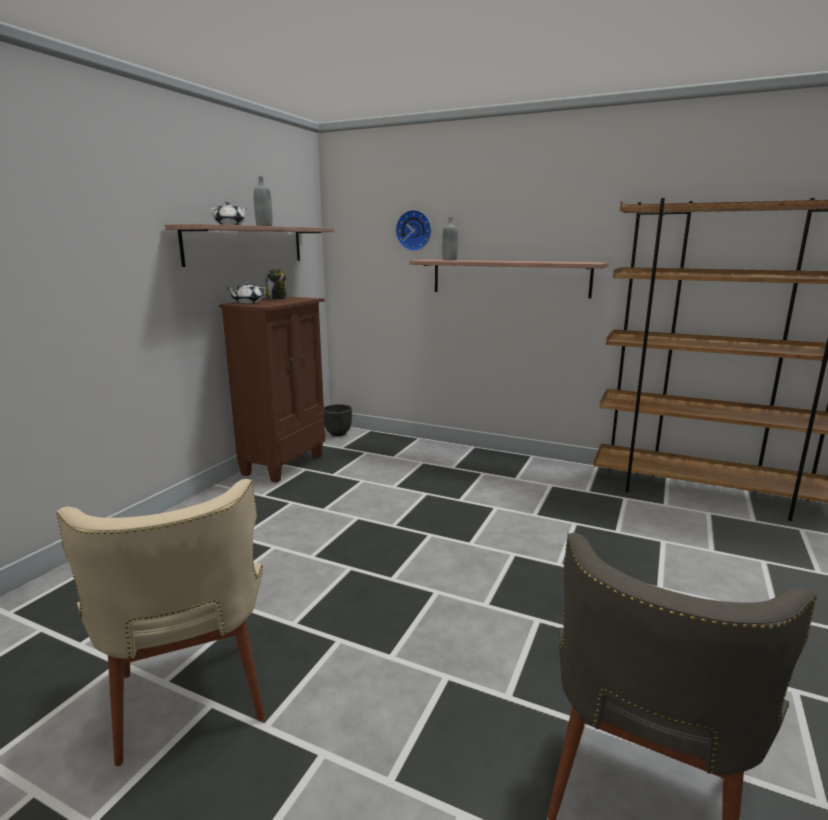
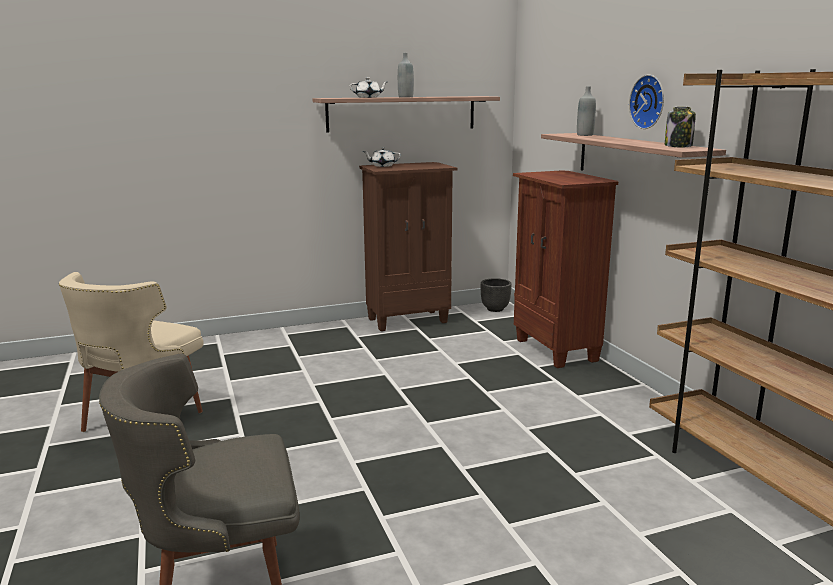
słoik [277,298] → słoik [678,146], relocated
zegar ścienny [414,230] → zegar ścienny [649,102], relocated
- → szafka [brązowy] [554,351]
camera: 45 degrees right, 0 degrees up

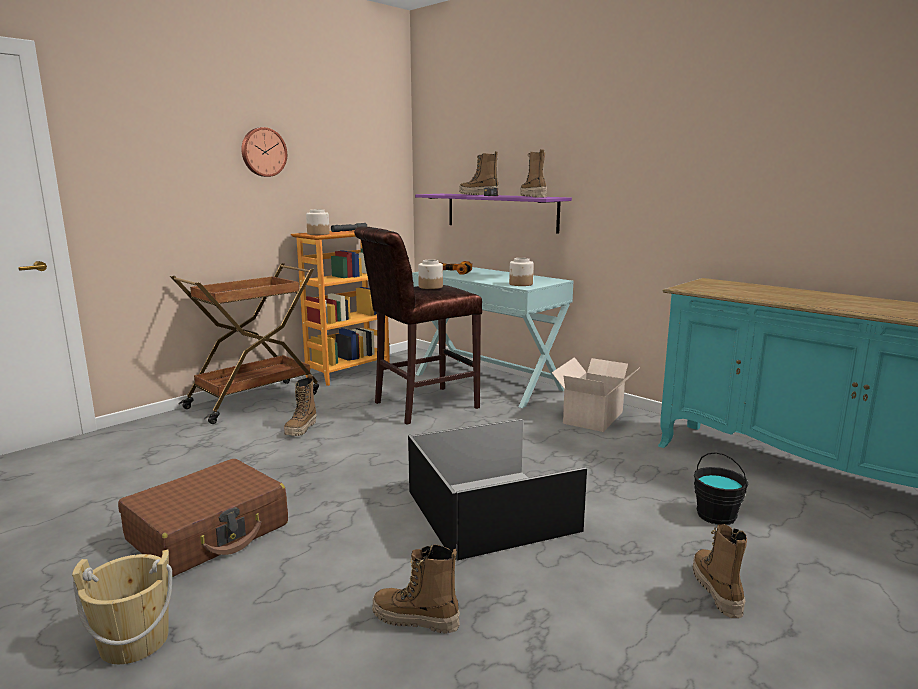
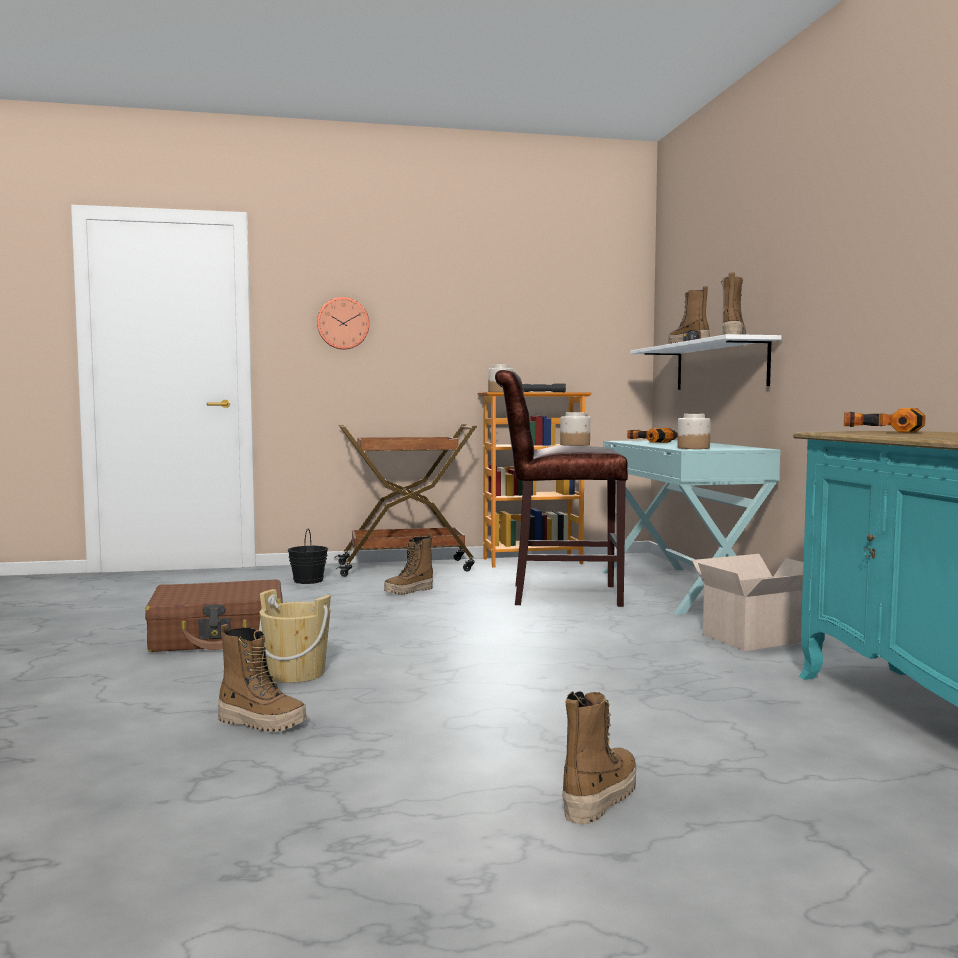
wiadro [beżowy] [134,641] → wiadro [beżowy] [296,673], relocated
zegar ścienny [263,152] → zegar ścienny [343,323], relocated
but z cholewką [415,620] → but z cholewką [262,723], 150 degrees clockwise
pojemnik do przechowywania [czarny] [492,512] → -
półka [fioletowy] [500,212] → półka [biały] [720,366]
wiadro [czarny] [716,515] → wiadro [czarny] [308,581], relocated
- → wiertarka [883,431]
camera: 35 degrees right, 10 degrees down

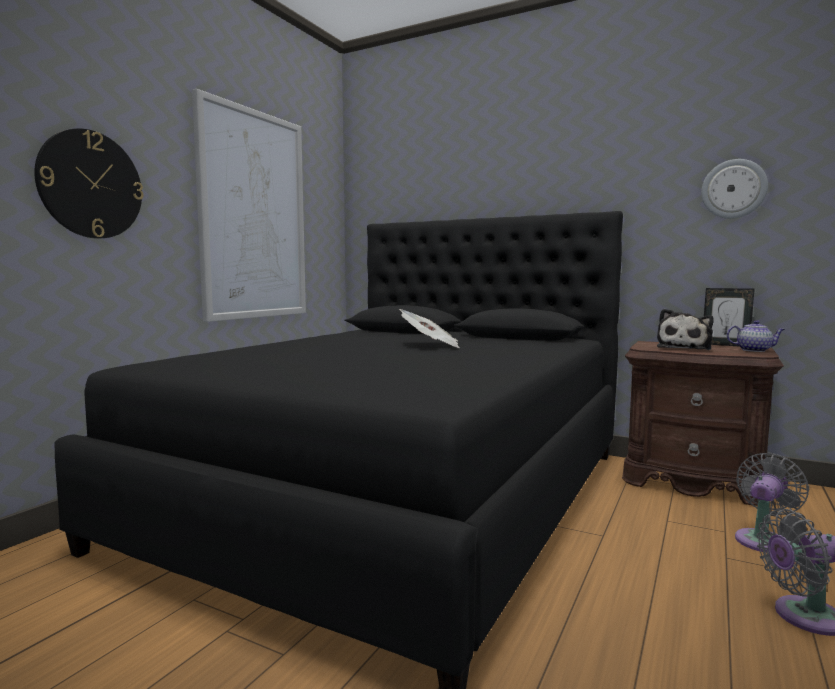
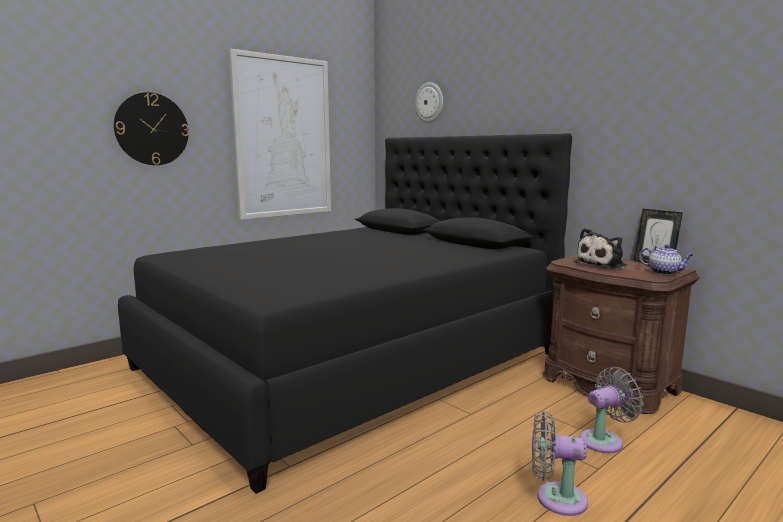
gazeta [431,346] → -
zegar ścienny [733,189] → zegar ścienny [429,102], relocated
camera: 20 degrees right, 5 degrees up

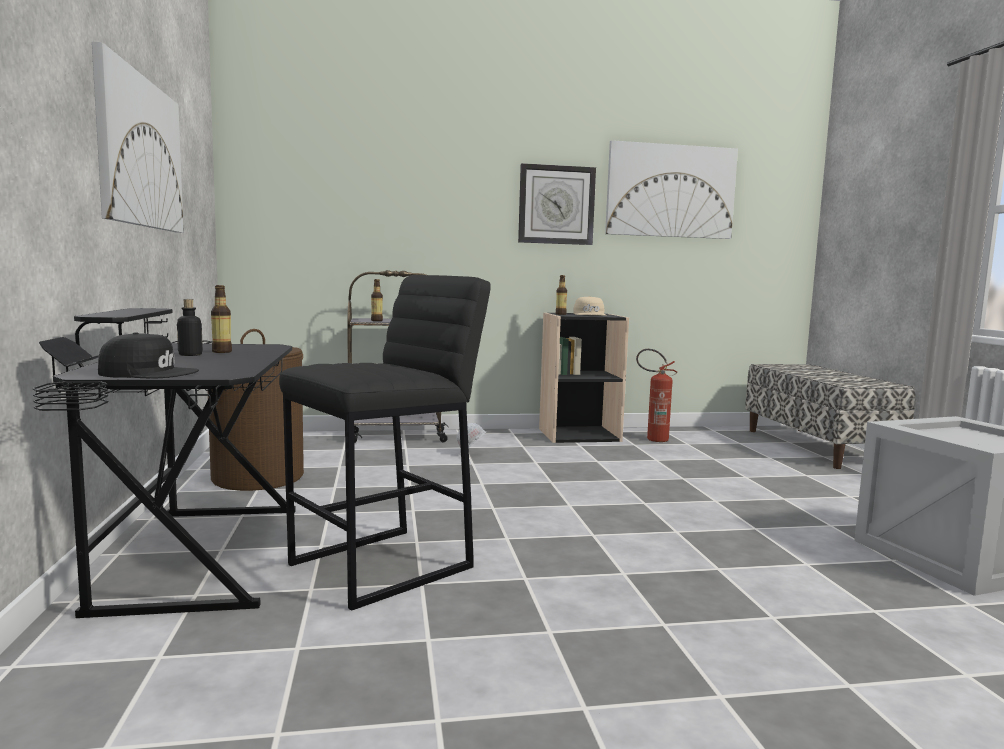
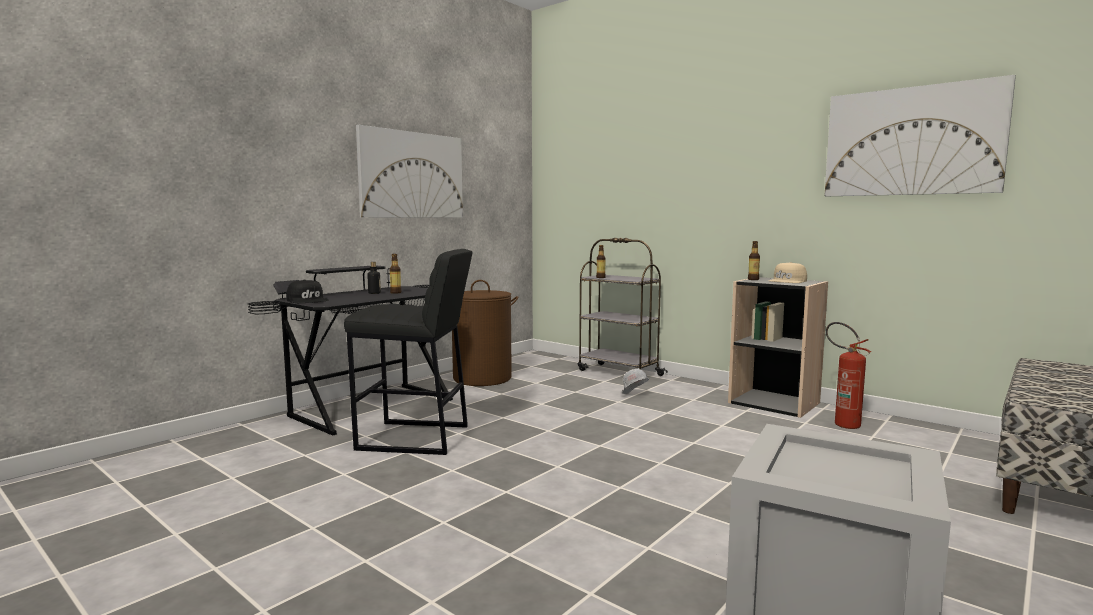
zegar ścienny [556,205] → -
camera: 50 degrees right, 0 degrees up

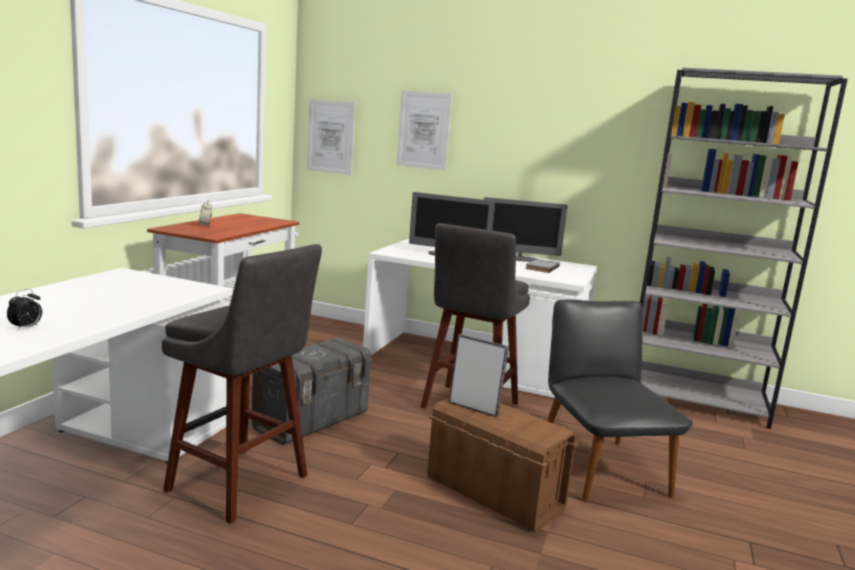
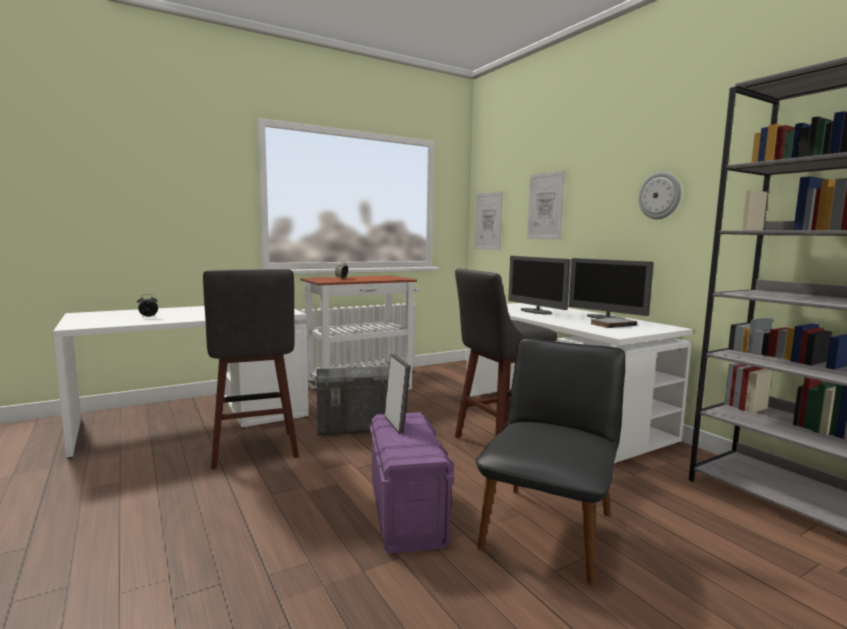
pojemnik do przechowywania [brązowy] [494,493] → pojemnik do przechowywania [fioletowy] [406,512]
- → zegar ścienny [660,195]
camera: 40 degrees right, 5 degrees down

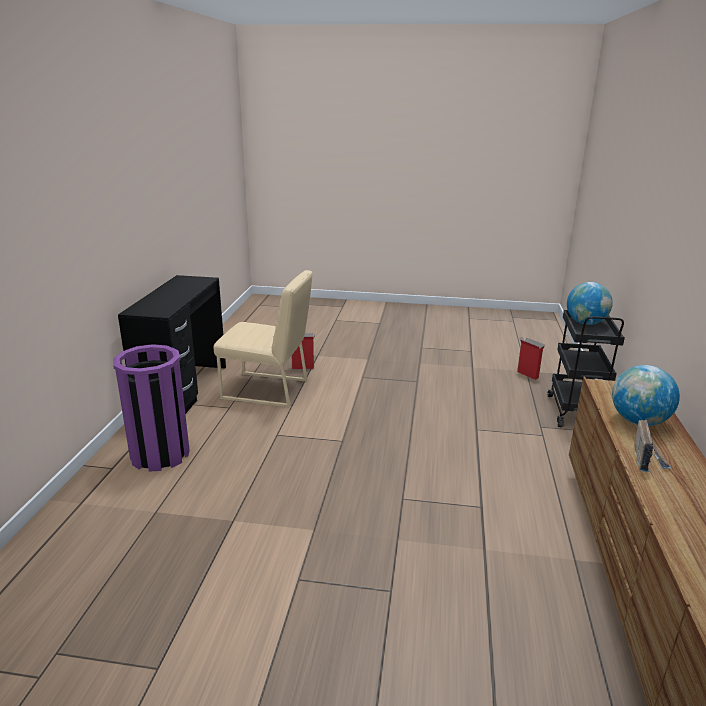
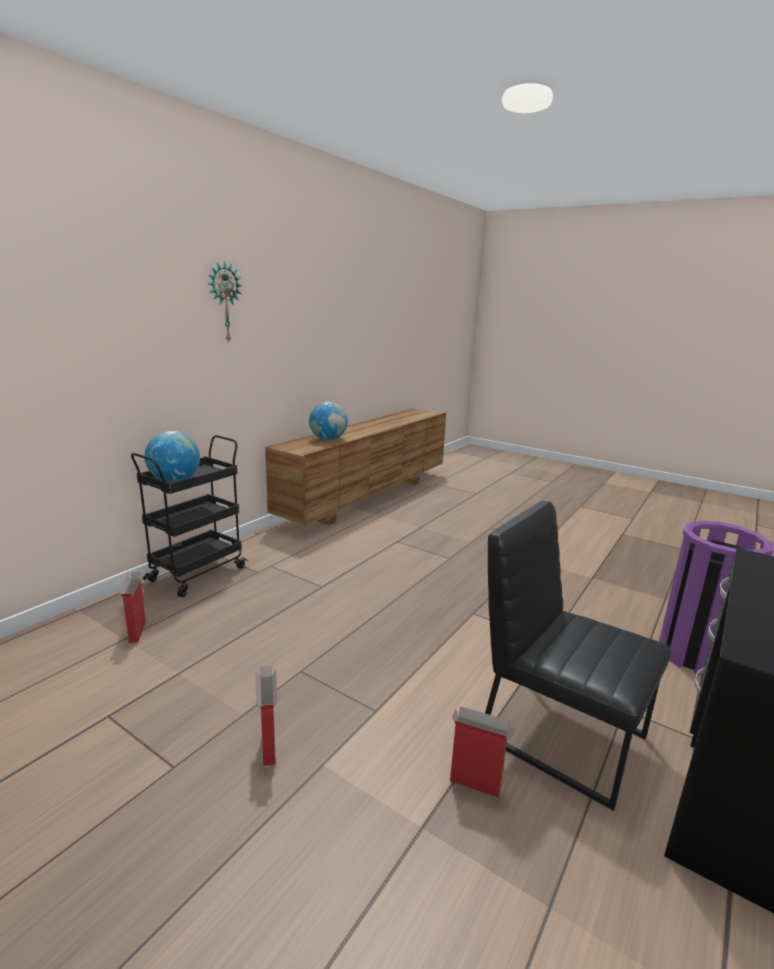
krzesło [beżowy] [267,390] → krzesło [czarny] [558,732]
radio [648,459] → -
- → zegar ścienny [224,302]
- → karton [268,746]
camera: 155 degrees left, 5 degrees down

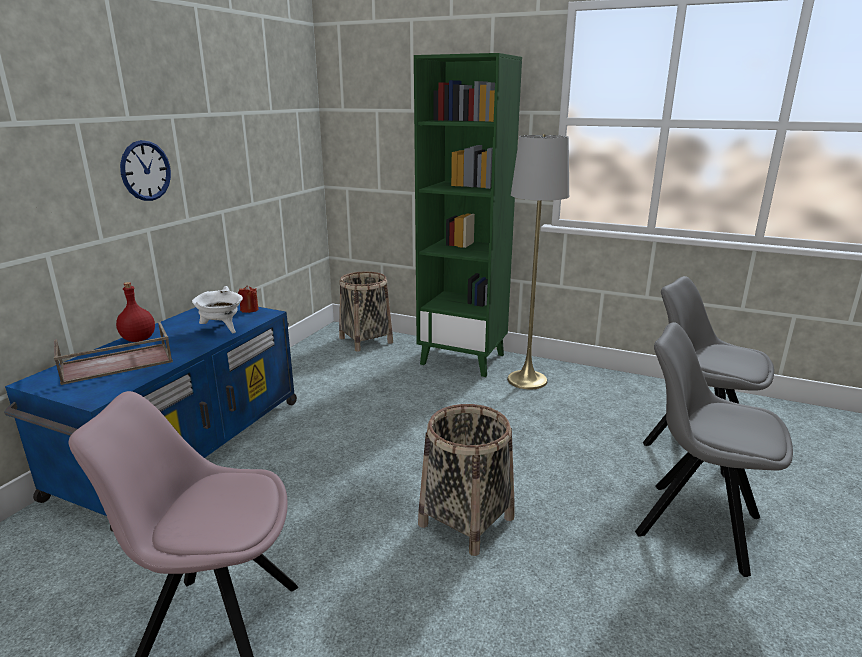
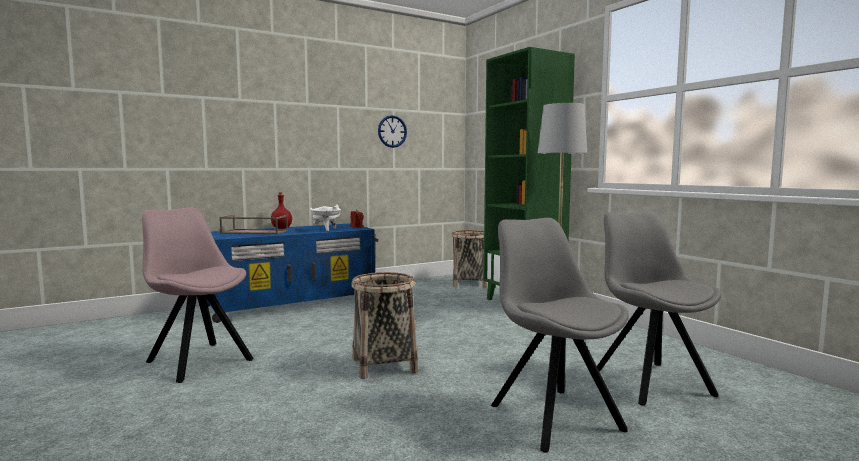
zegar ścienny [145,170] → zegar ścienny [392,131], relocated
camera: 35 degrees right, 15 degrees down

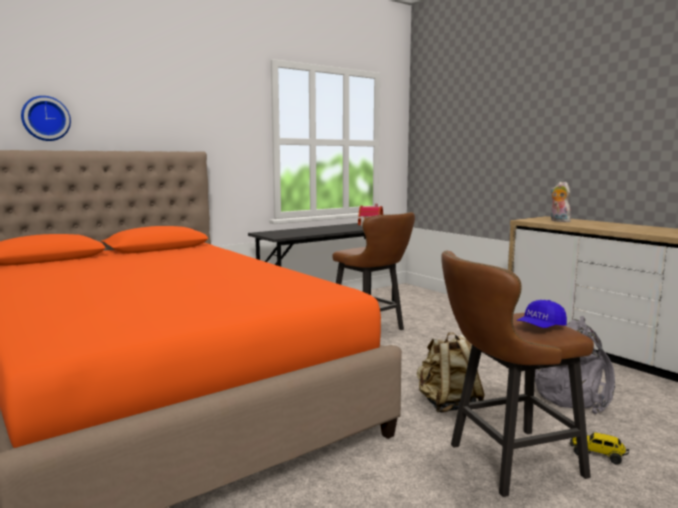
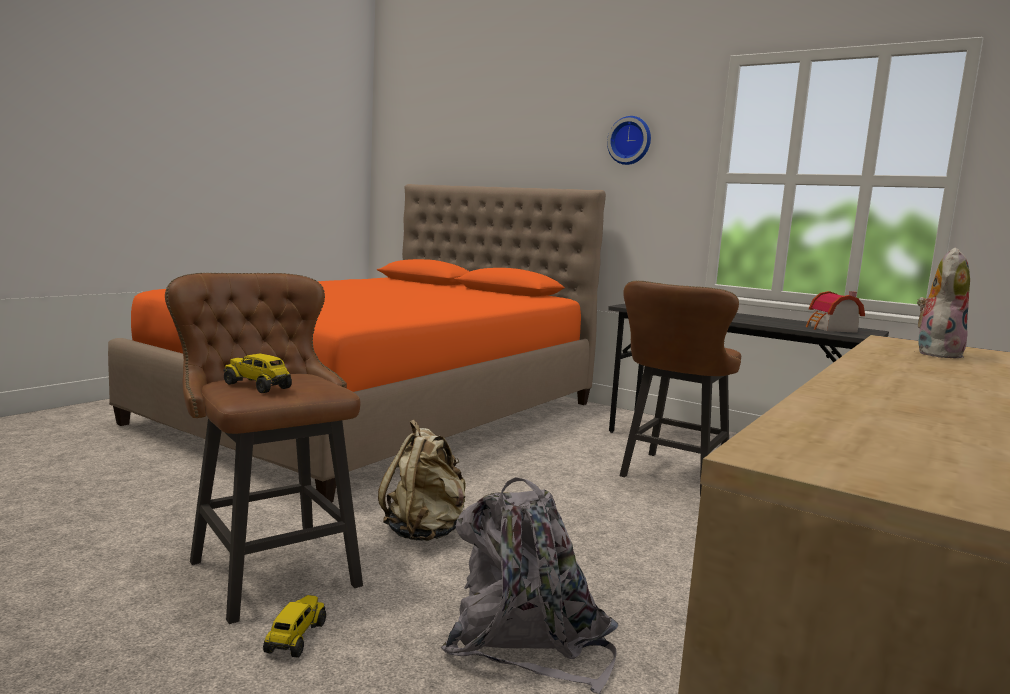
zegar ścienny [45,118] → zegar ścienny [630,141], relocated
czapka z daszkiem [niebieski] [540,327] → ciężarówka zabawkowa [258,386]
camera: 70 degrees right, 0 degrees up

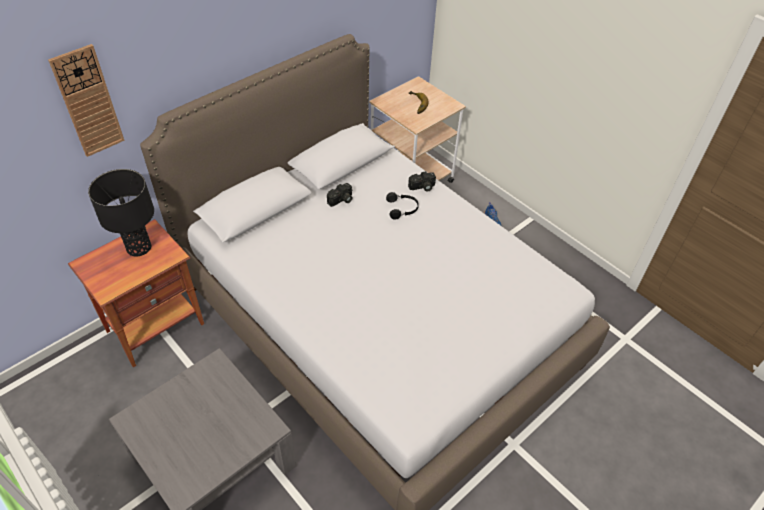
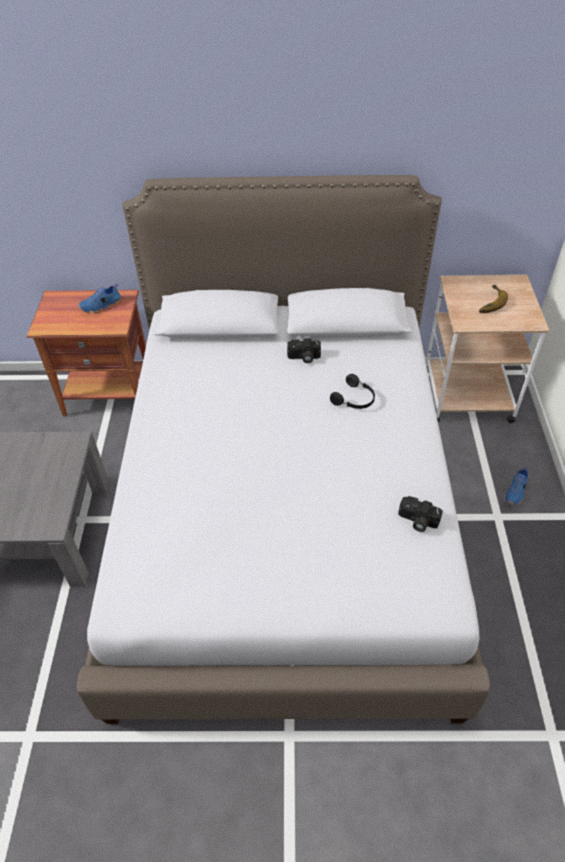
zegar ścienny [88,102] → -
lampa stołowa [czarny] [139,247] → but [niebieski] [101,306]
aparat fotograficzny [422,187] → aparat fotograficzny [417,521], relocated
camera: 45 degrees right, 0 degrees up

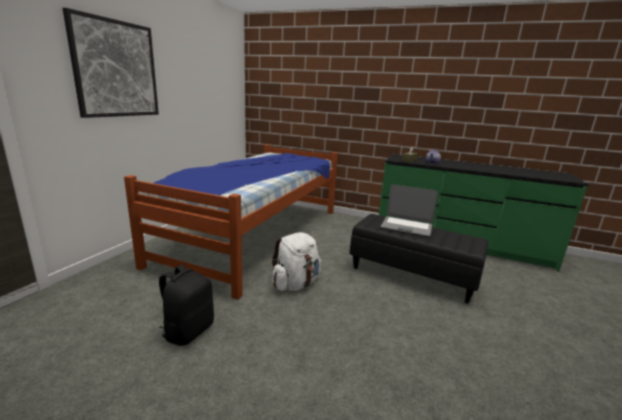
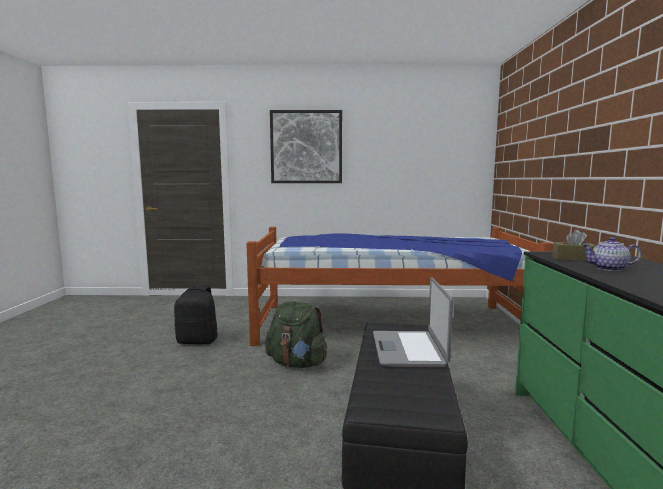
plecak [biały] [296,284] → plecak [zielony] [297,363]
camera: 70 degrees right, 10 degrees down

